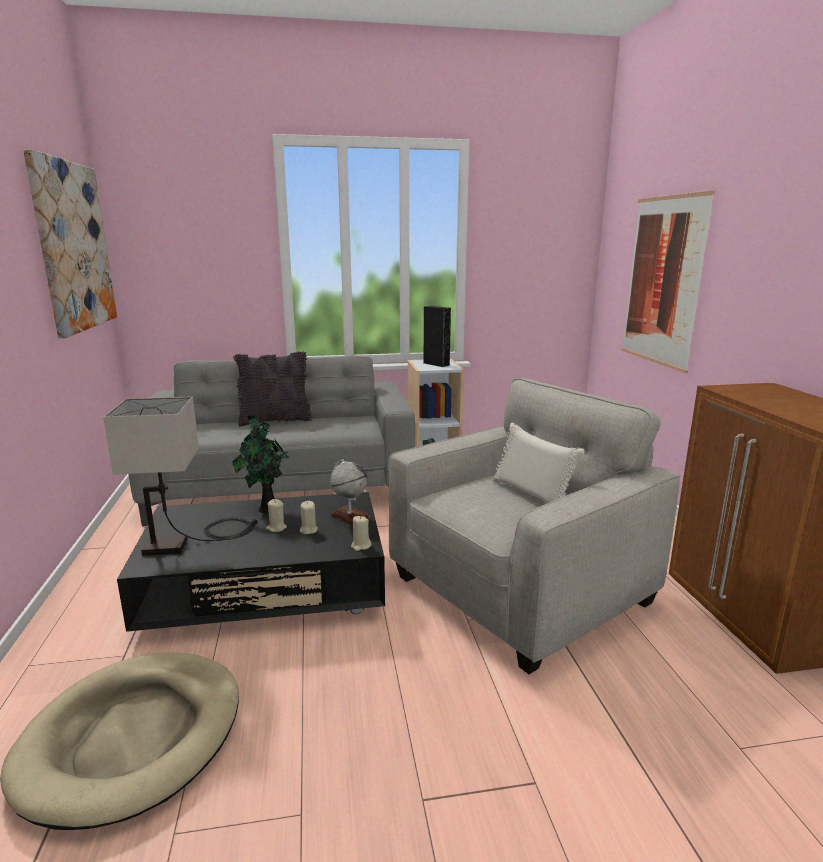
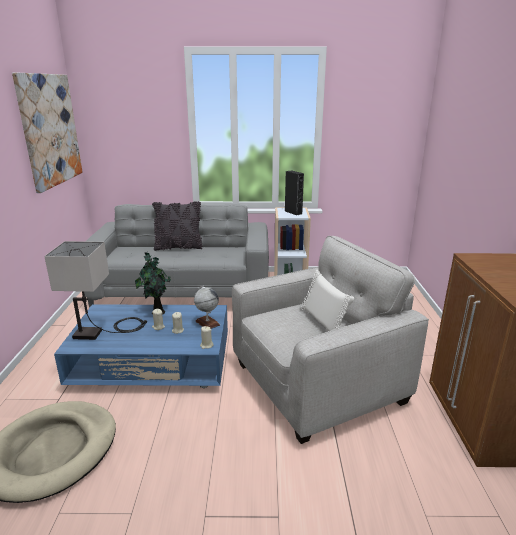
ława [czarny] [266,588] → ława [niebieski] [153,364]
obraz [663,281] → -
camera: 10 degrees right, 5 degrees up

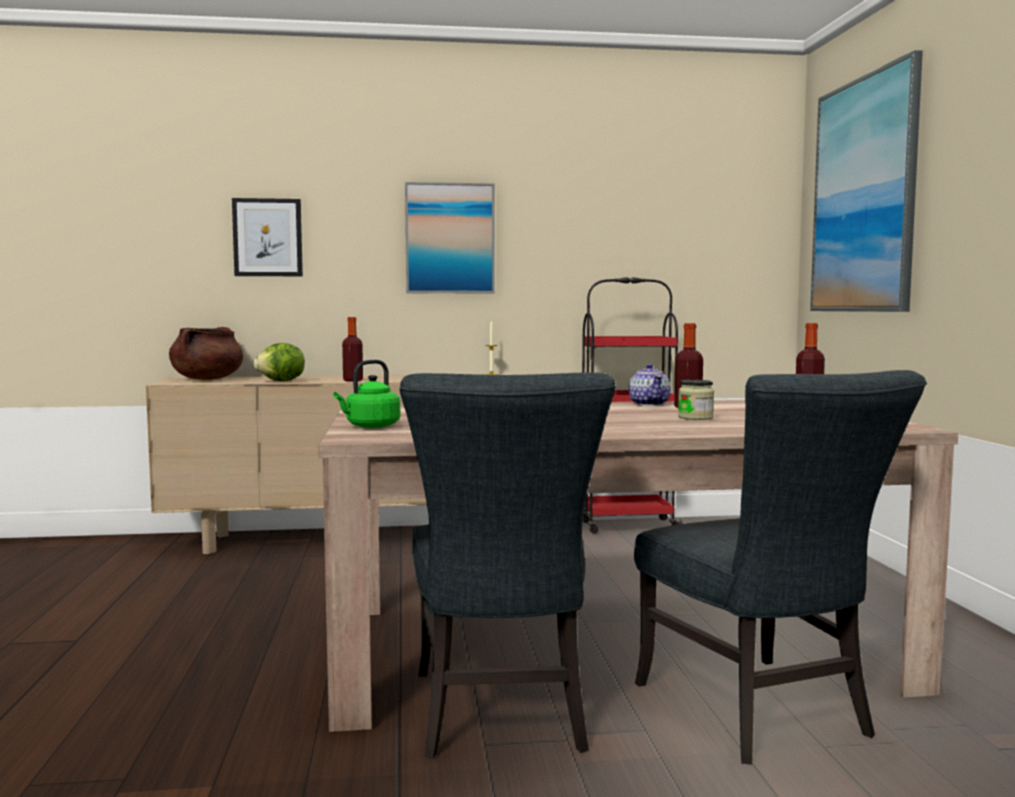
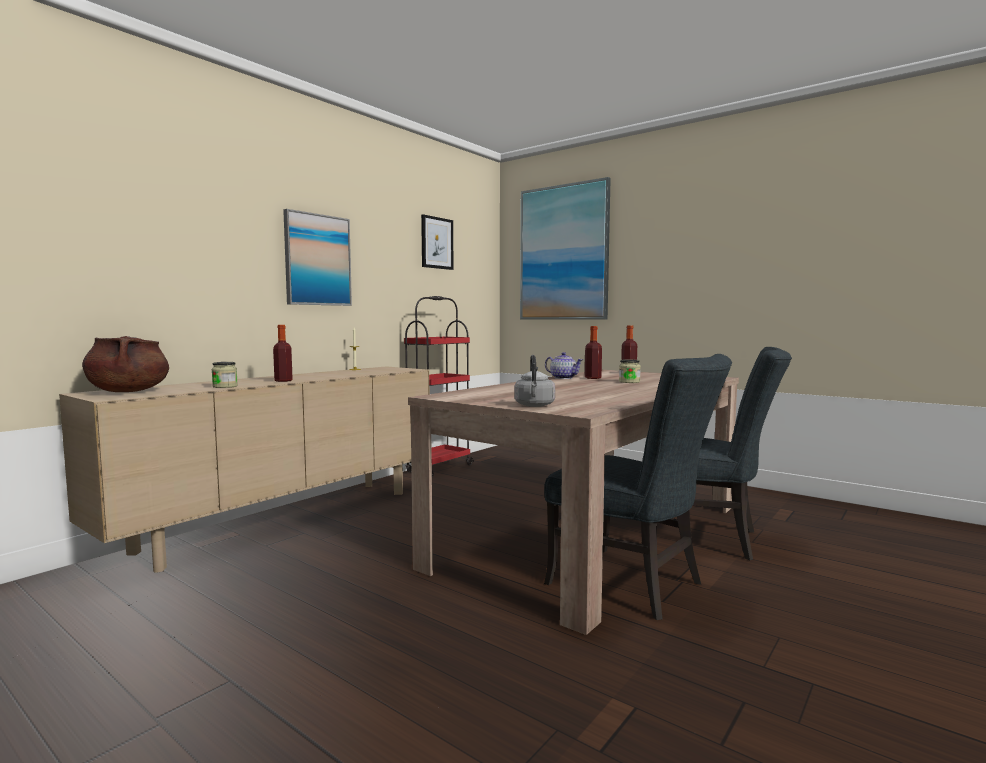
obraz [267,237] → obraz [437,243], relocated
sałata [282,381] → słoik [225,386]
czajnik [zielony] [370,426] → czajnik [szary] [534,405]
camera: 45 degrees left, 0 degrees up

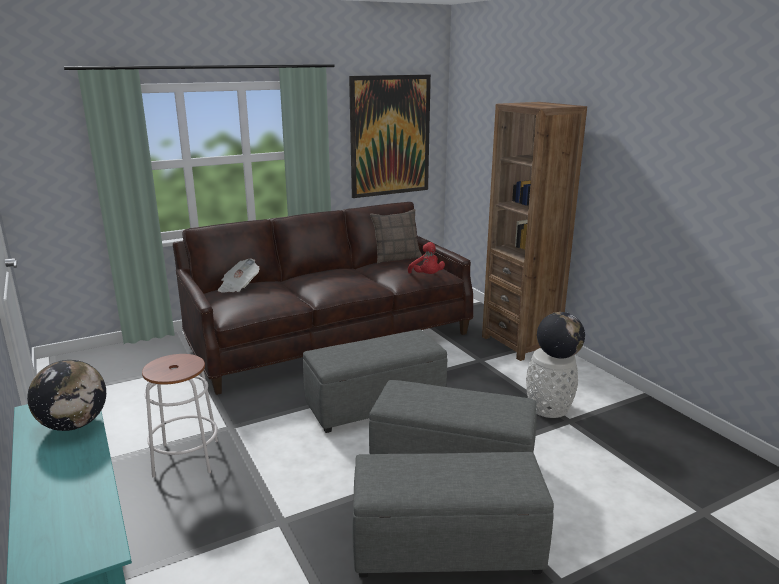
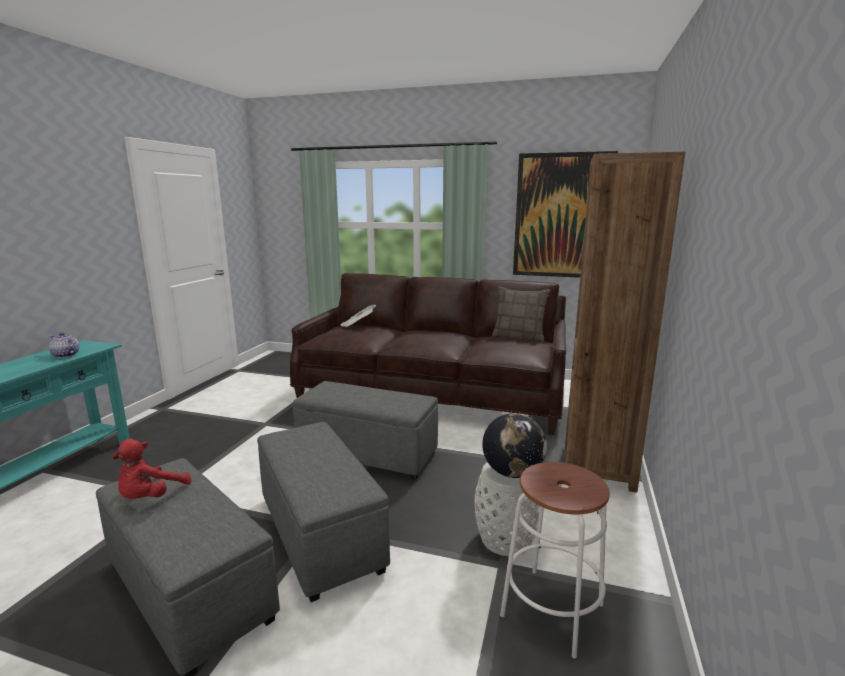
globus [74,425] → imbryk [66,355]
stołek [biały] [186,458] → stołek [biały] [552,609], relocated
pluszak [czerwony] [427,276] → pluszak [czerwony] [151,497], relocated
camera: 45 degrees right, 5 degrees down

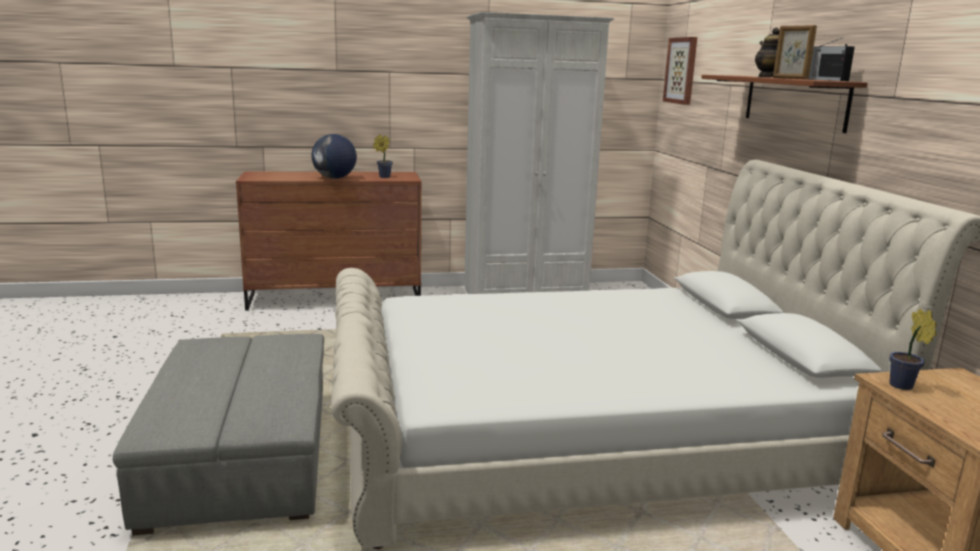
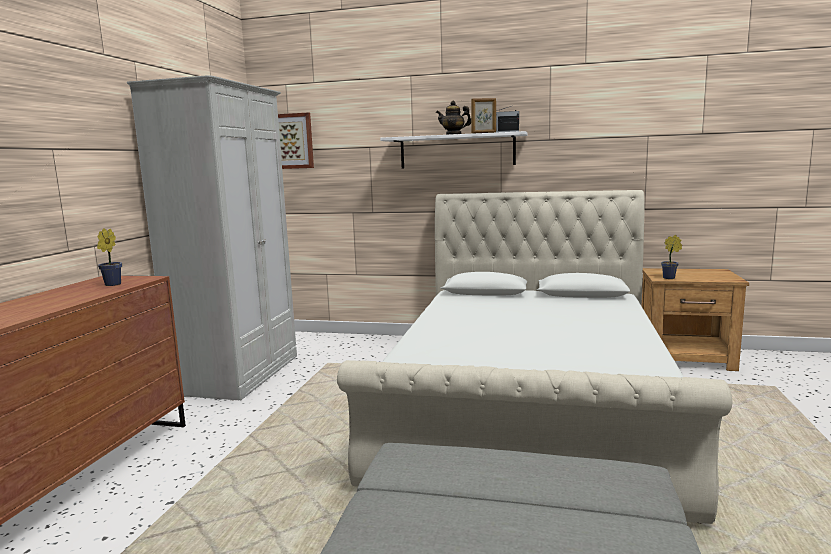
globus [334,178] → -
półka [brązowy] [794,101] → półka [biały] [457,151]
camera: 65 degrees left, 5 degrees down

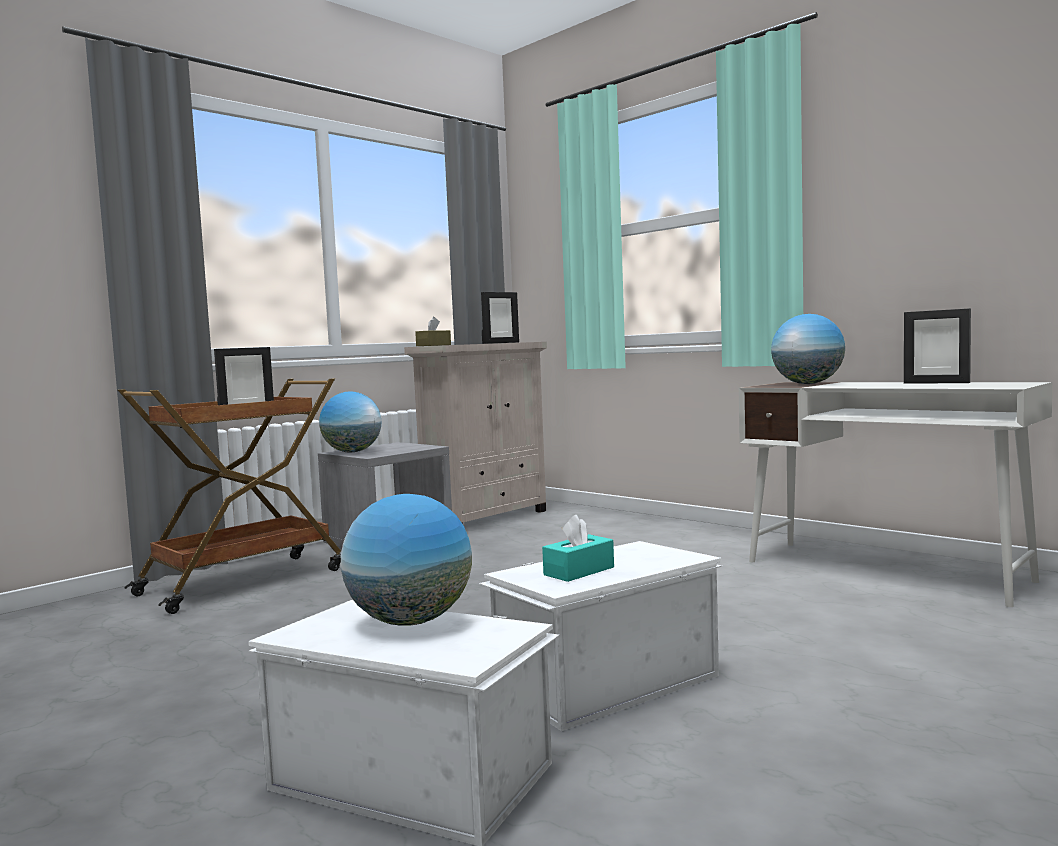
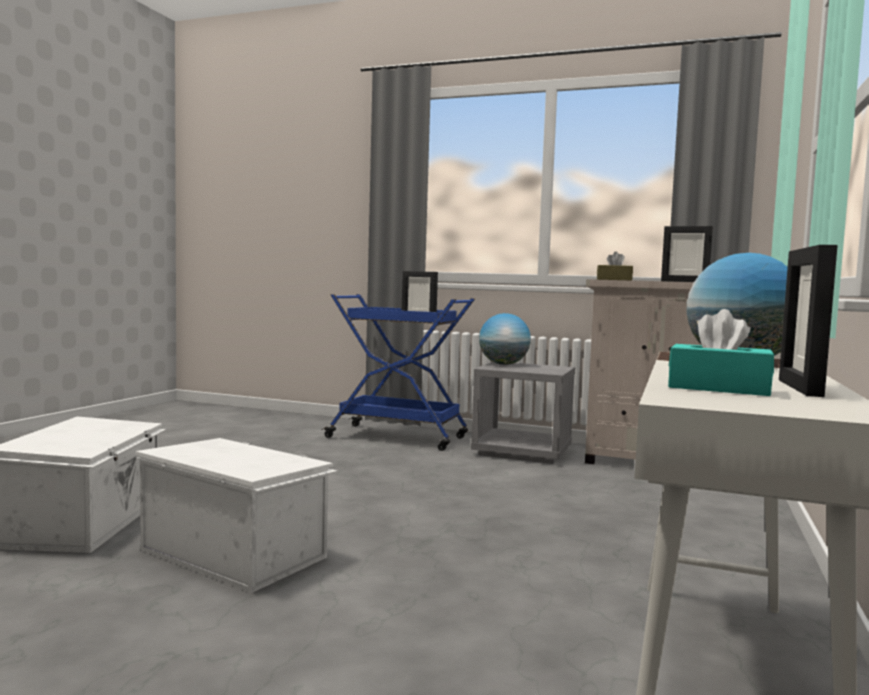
wózek [brązowy] [243,582] → wózek [niebieski] [397,438]
globus [410,622] → -
pudełko chusteczek [turkusowy] [579,571] → pudełko chusteczek [turkusowy] [718,388], relocated
camera: 65 degrees right, 0 degrees up

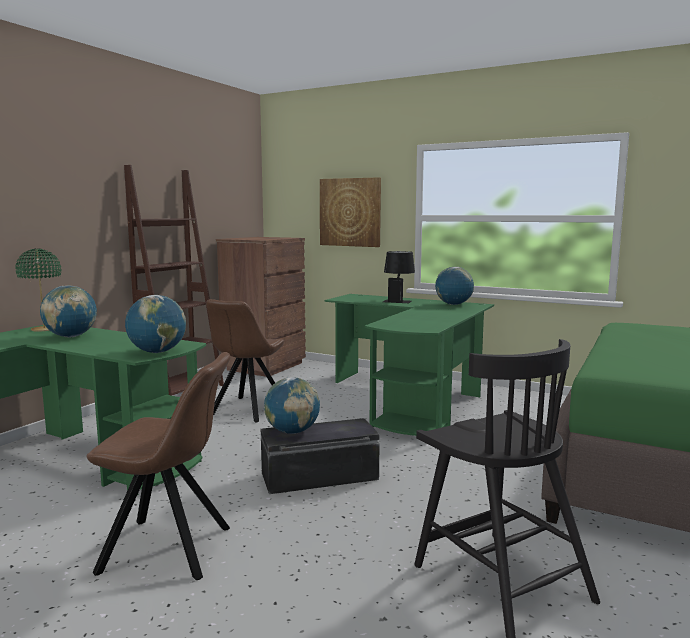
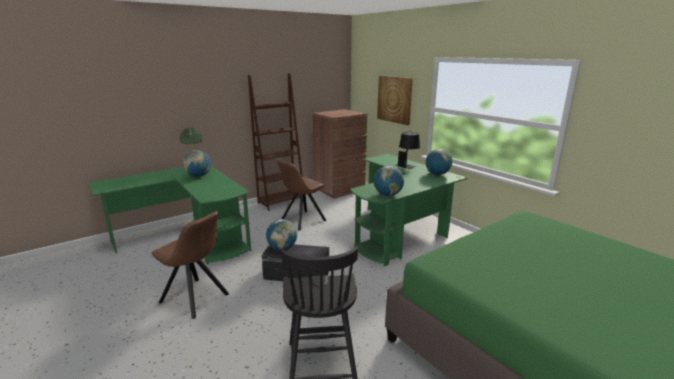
globus [157,352] → globus [388,195], relocated
camera: 25 degrees right, 10 degrees up

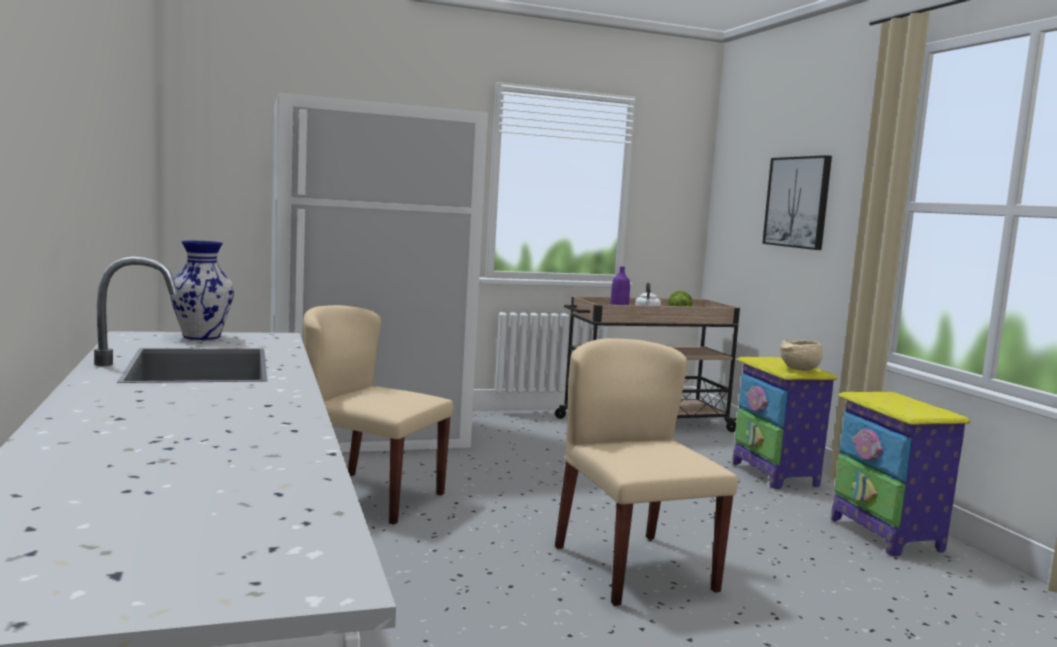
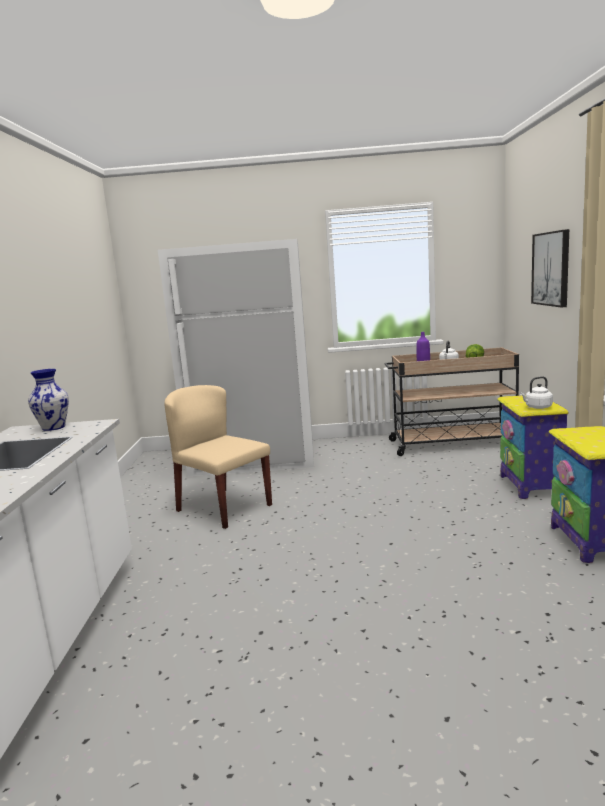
krzesło [beżowy] [633,567] → -
miska [beżowy] [799,370] → czajnik [biały] [537,407]
camera: 20 degrees right, 5 degrees up

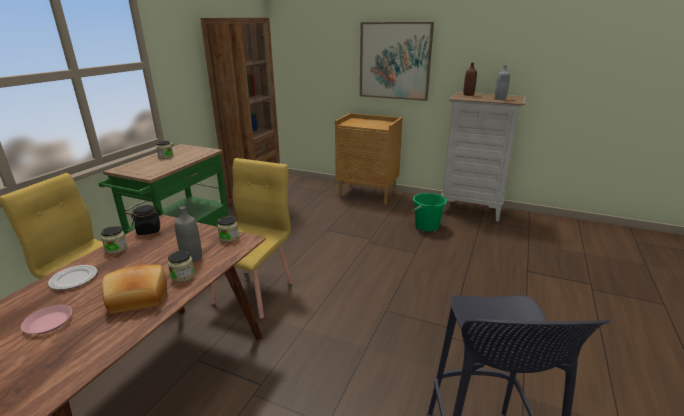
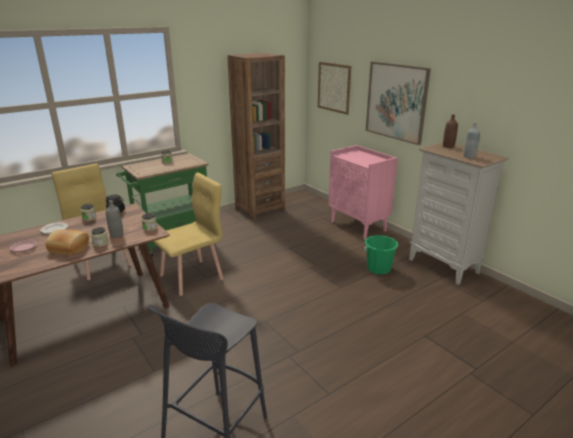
szafka [brązowy] [367,195] → szafka [różowy] [358,226]
- → obraz [334,87]
camera: 30 degrees right, 0 degrees up

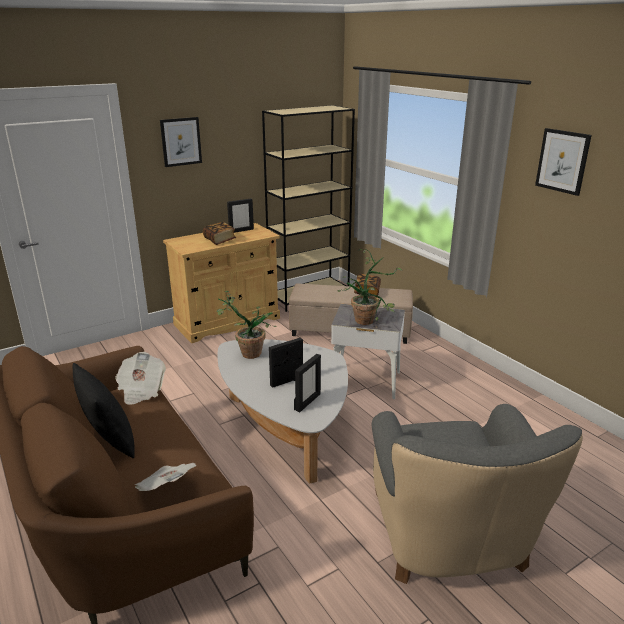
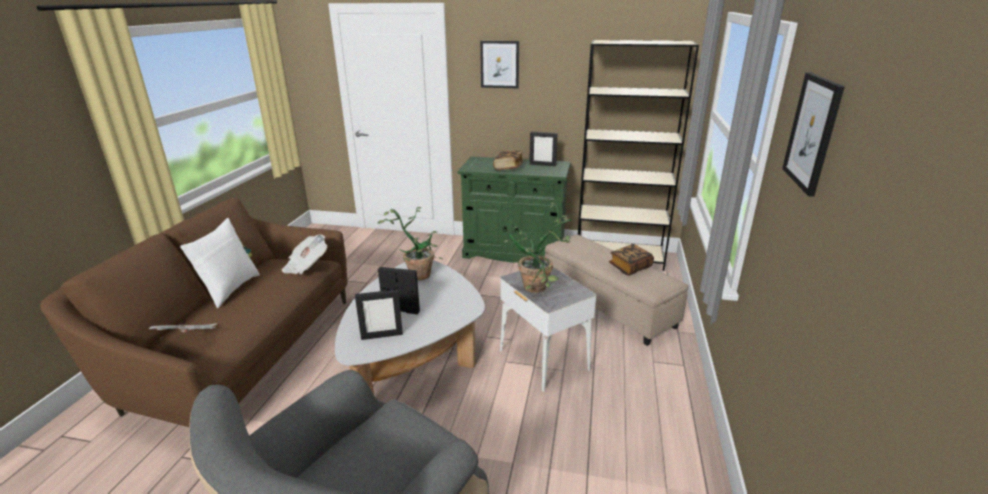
poduszka [czarny] [109,441] → poduszka [biały] [231,290]
szafka [beżowy] [227,321] → szafka [zielony] [514,252]
camera: 45 degrees right, 0 degrees up

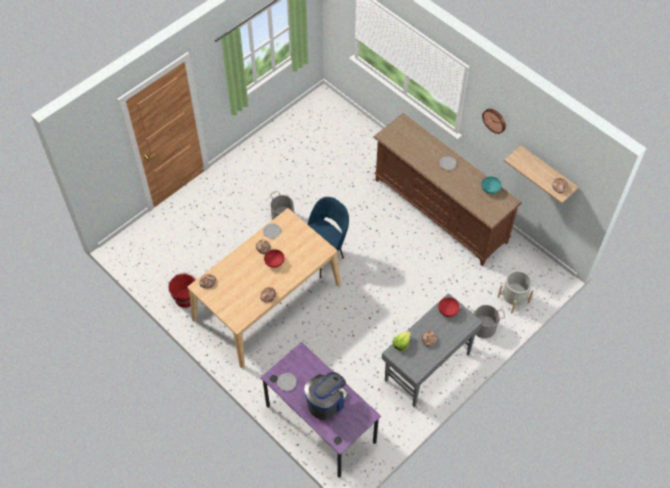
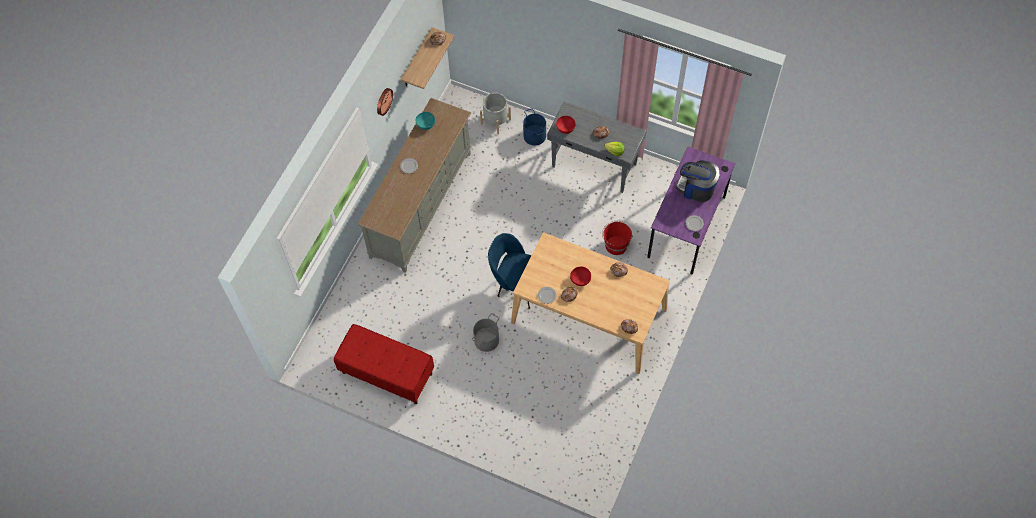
wiadro [czerwony] [186,297] → wiadro [czerwony] [615,245], relocated
szafka [brązowy] [439,211] → szafka [szary] [422,205]
wiadro [szary] [483,327] → wiadro [niebieski] [534,136]
- → ławka [czerwony] [386,373]
camera: 110 degrees left, 5 degrees up

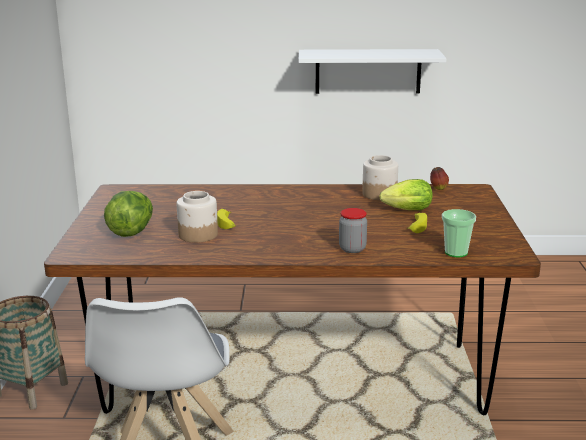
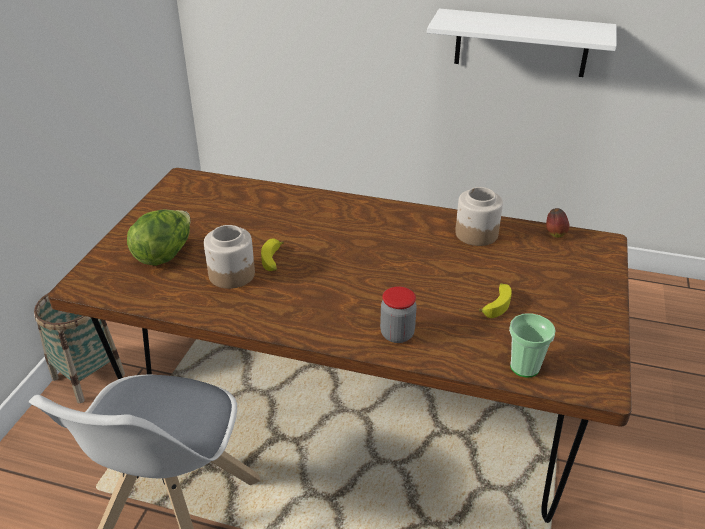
sałata [404,210] → -
camera: 15 degrees right, 15 degrees up

